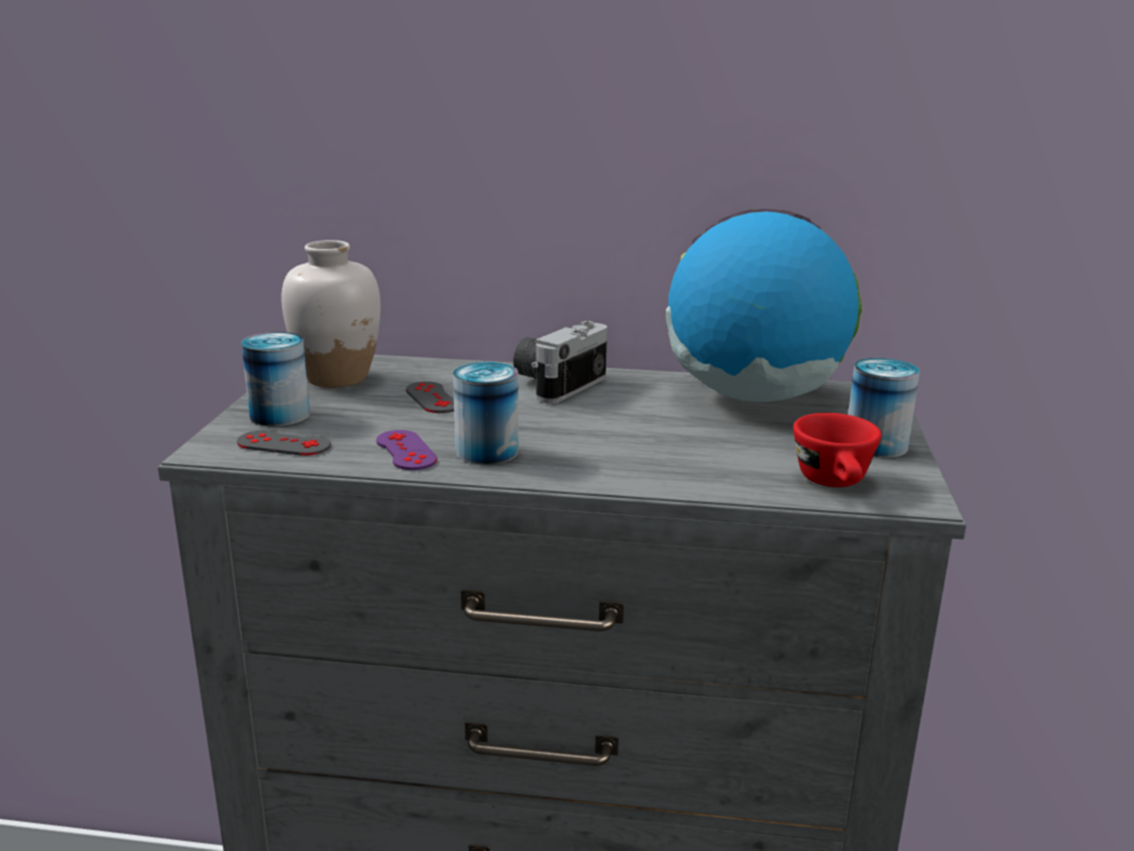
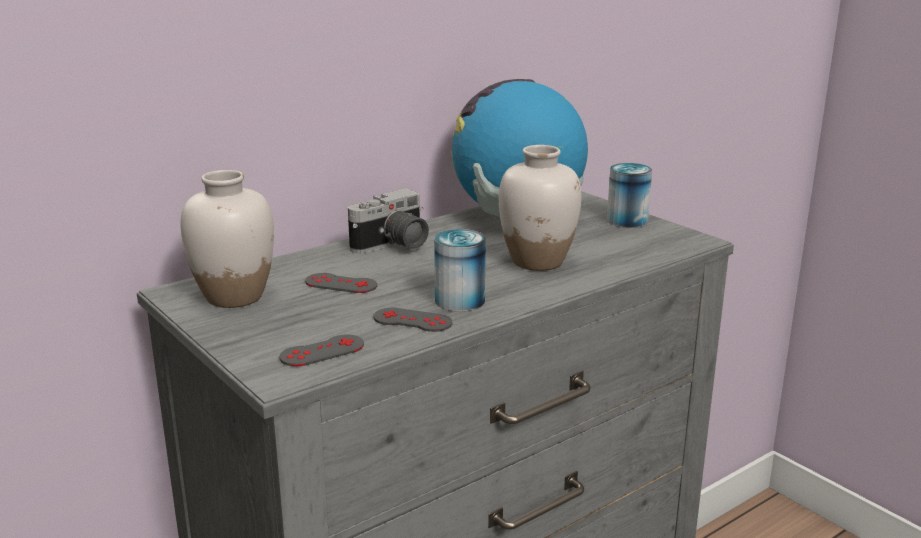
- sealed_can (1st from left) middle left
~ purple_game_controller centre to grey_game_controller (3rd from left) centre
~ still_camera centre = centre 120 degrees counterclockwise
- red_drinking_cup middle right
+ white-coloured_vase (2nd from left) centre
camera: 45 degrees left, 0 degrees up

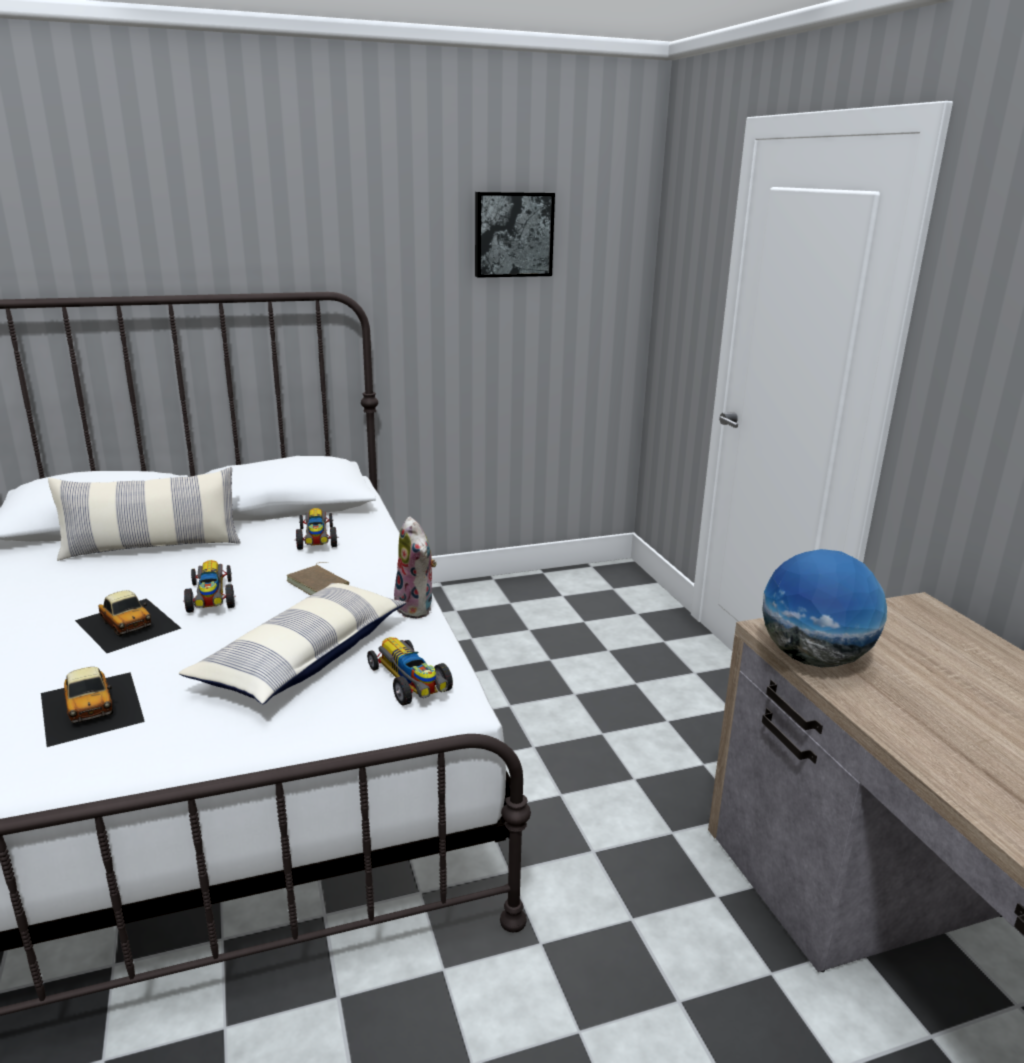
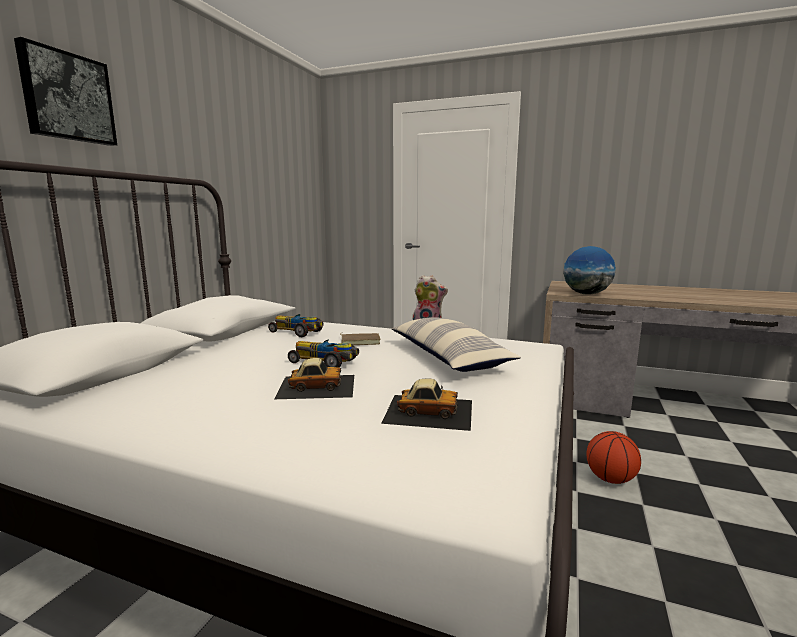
- cushion (1st from left) middle left
- toy_car (5th from left) centre
~ wall_art top centre to top left
+ ball_for_basketball bottom right
camera: 50 degrees left, 10 degrees down

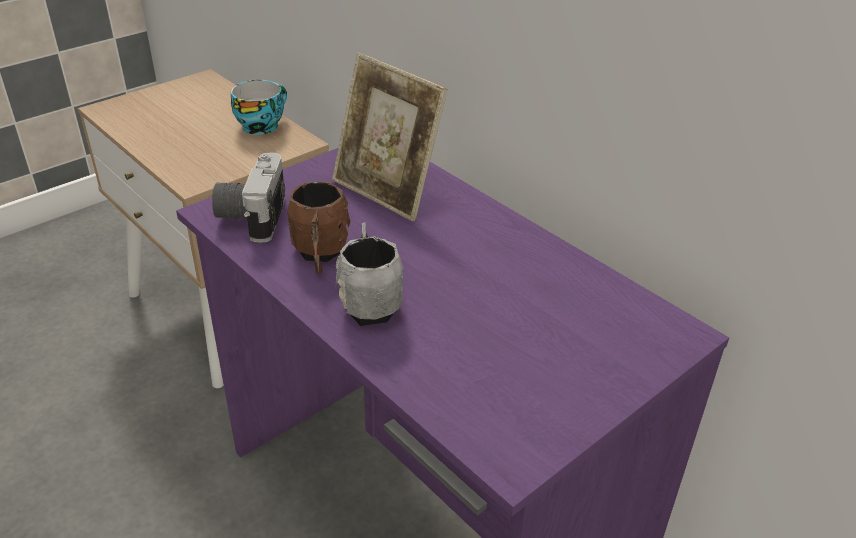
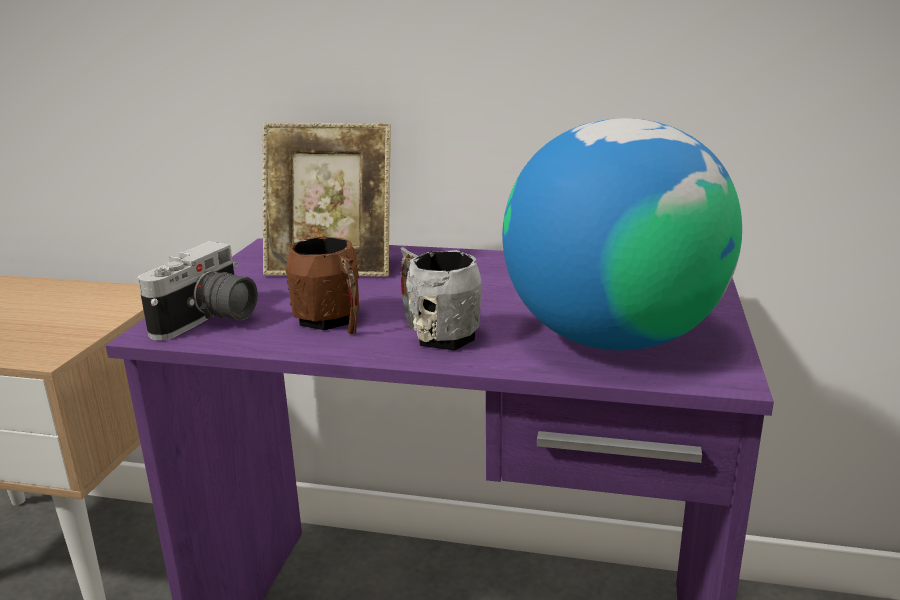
~ still_camera middle left = middle left 120 degrees counterclockwise
- drinking_cup top left
+ globe middle right
camera: 35 degrees left, 15 degrees down

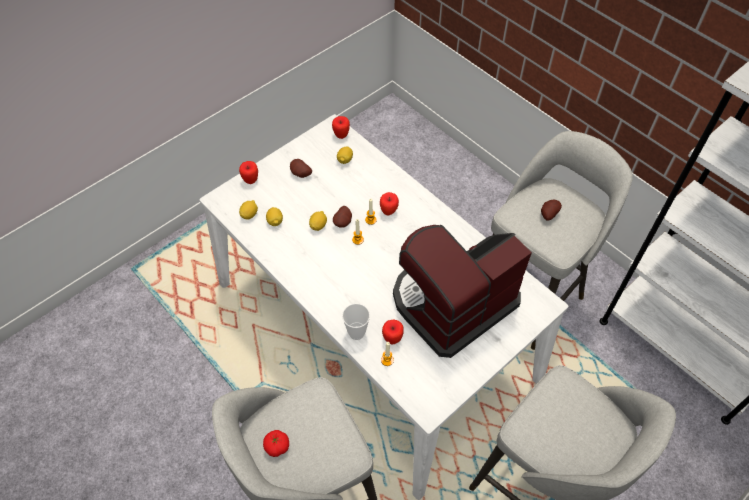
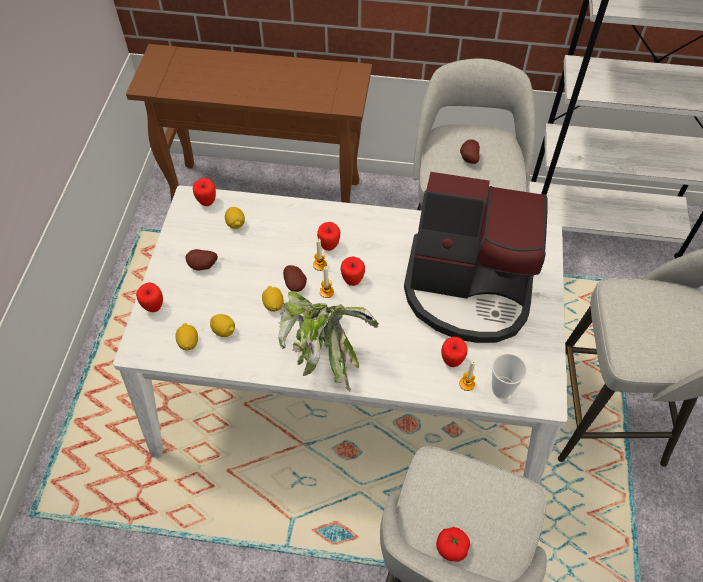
~ drinking_cup centre to middle right
~ coffee_brewer centre = middle right 90 degrees counterclockwise
+ brownish_console_table top centre
+ plant_in_a_pot centre
+ whole_apple (4th from left) centre
camera: 40 degrees left, 0 degrees up

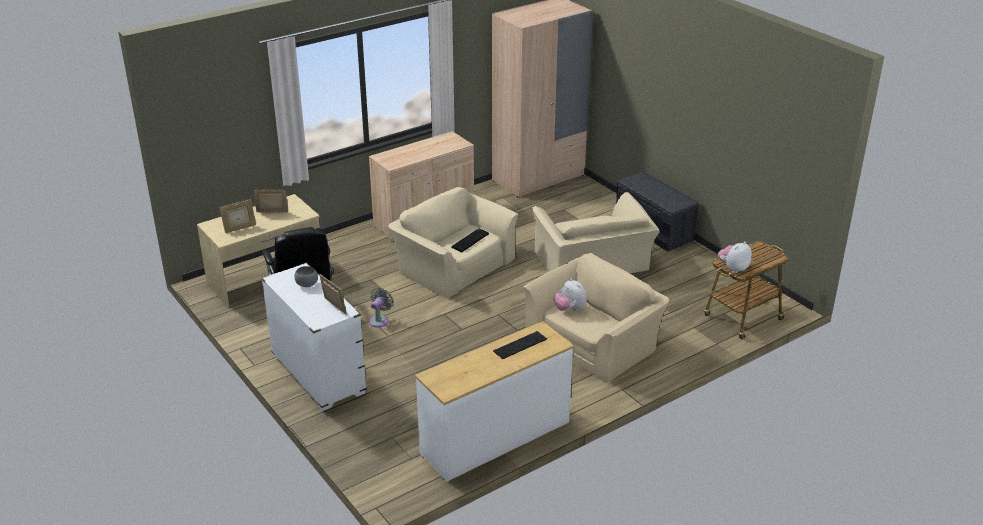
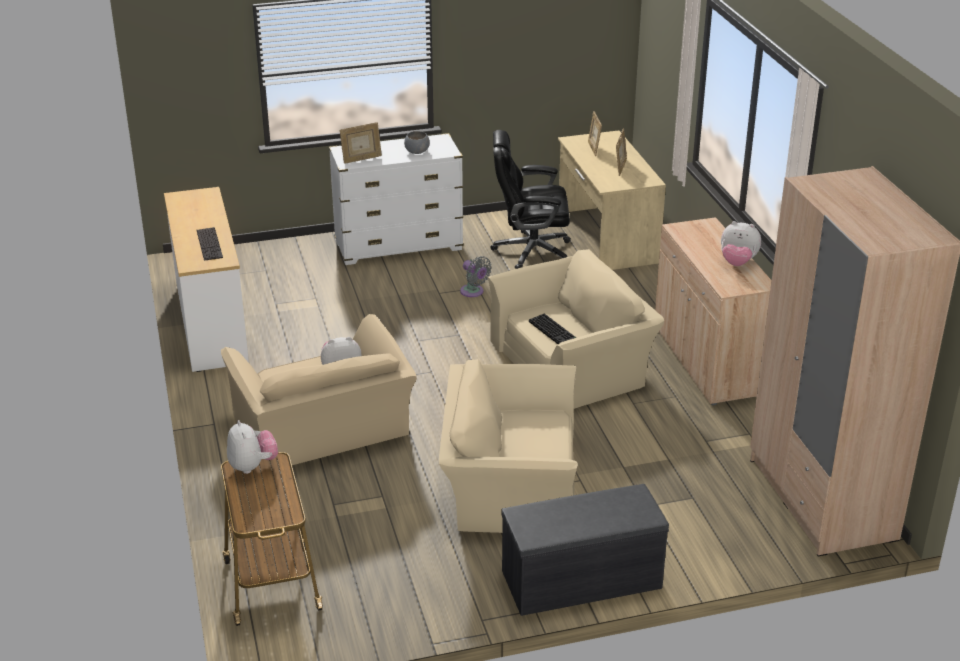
+ plush_toy (3rd from left) middle right
camera: 110 degrees right, 0 degrees up

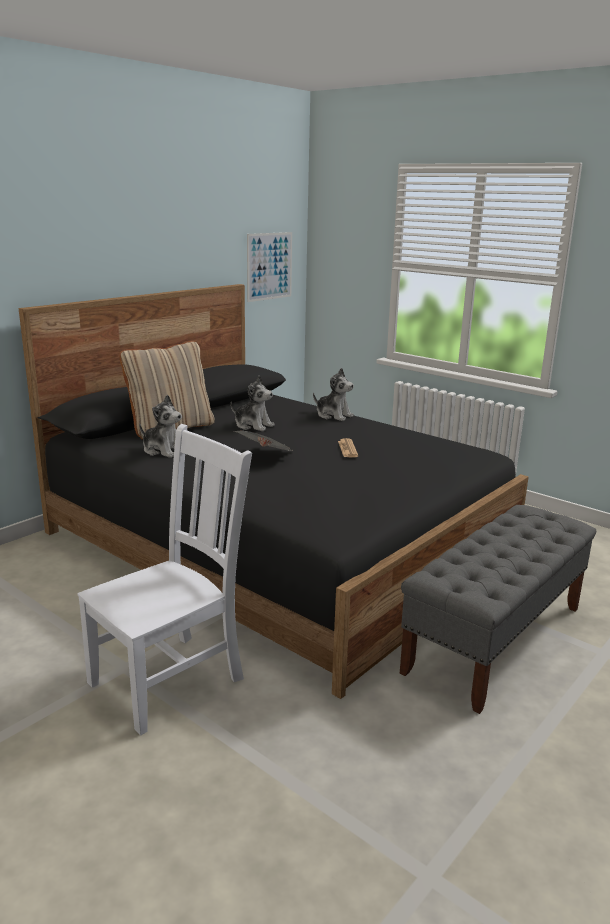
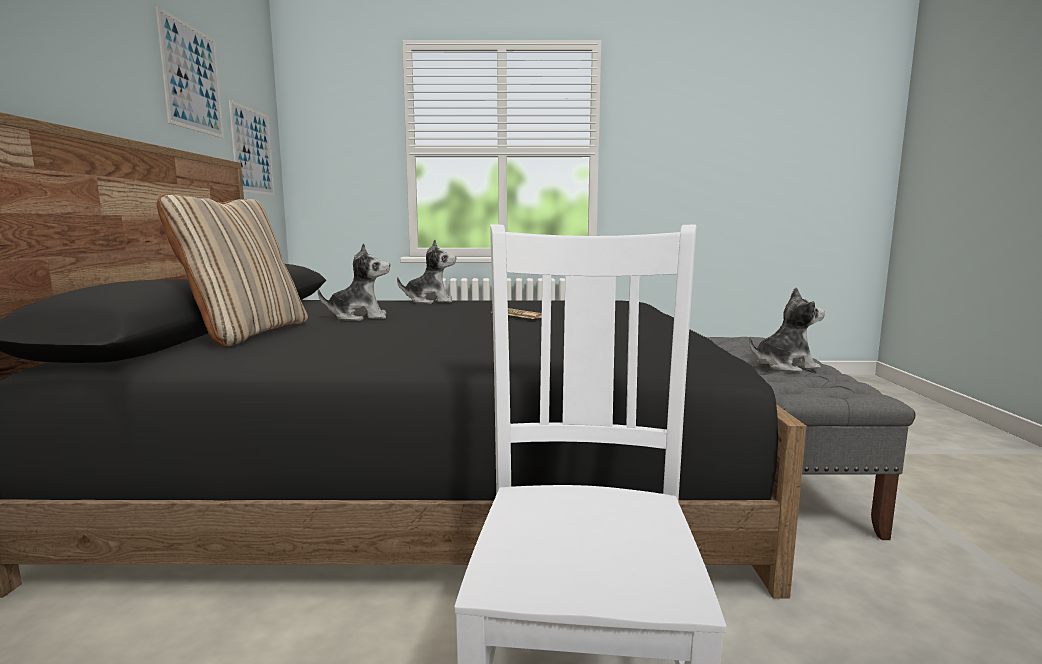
~ plush_toy (1st from left in the first image) middle left to plush_toy (3rd from left) middle right
- daily_paper (1st from left) centre
+ wall_art (1st from left) top left
camera: 40 degrees left, 10 degrees down

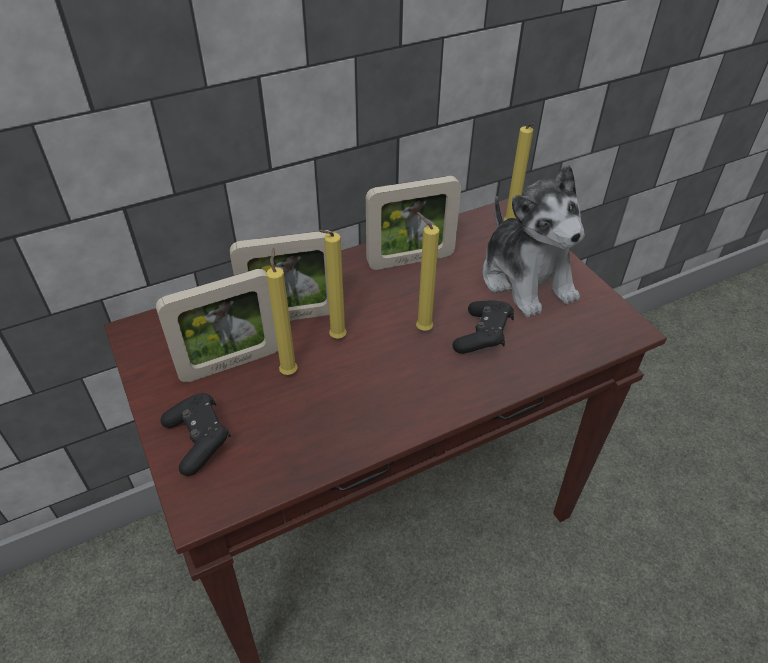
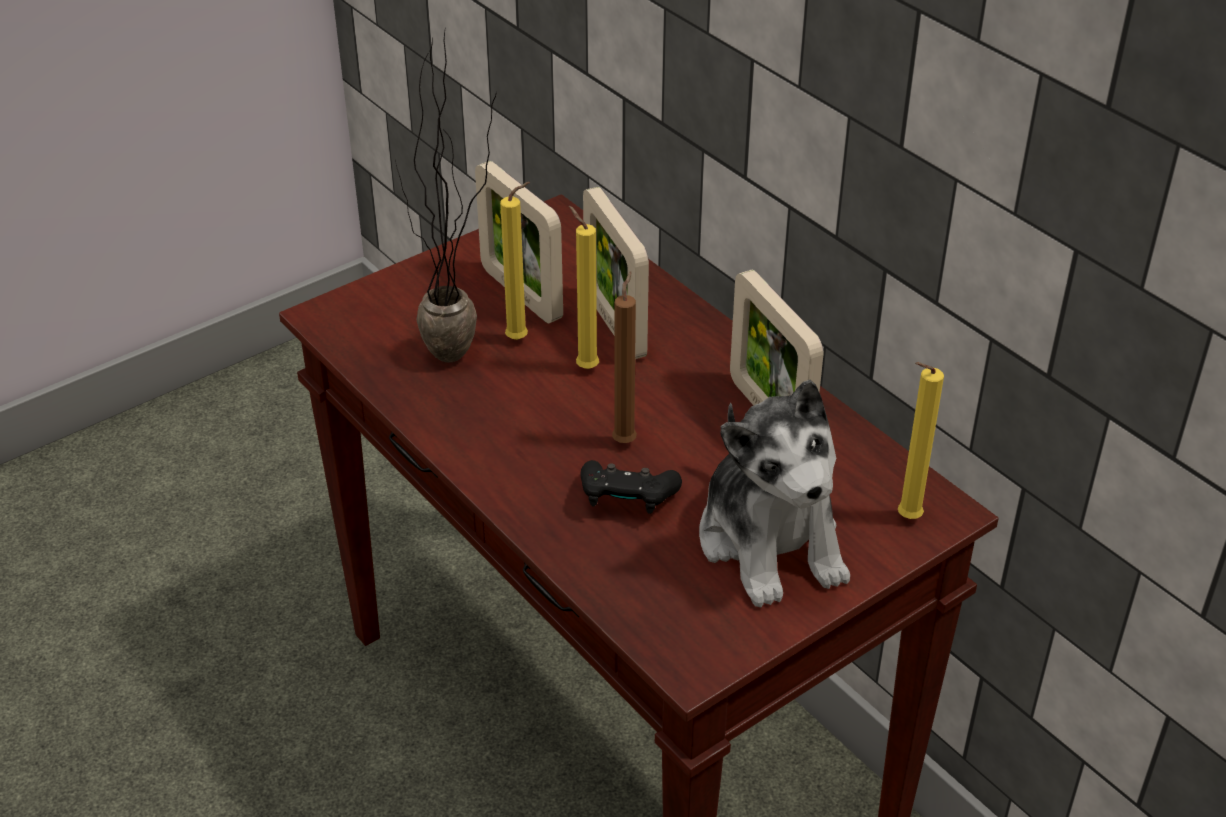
- black_game_controller (1st from left) middle left
~ yellow-coloured_wax_candle (3rd from left) centre to brownish_wax_candle centre
~ plush_toy middle right = centre 75 degrees counterclockwise
+ plant_in_a_pot top centre
camera: 80 degrees right, 5 degrees down

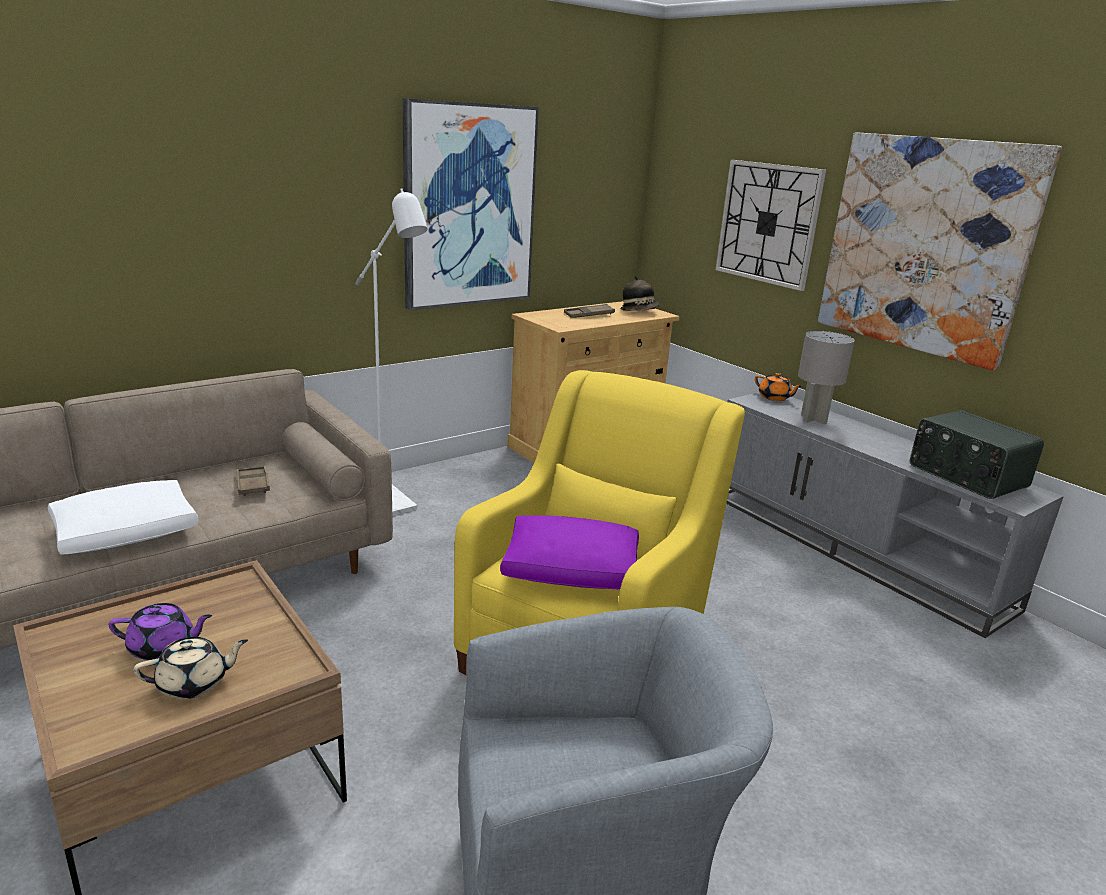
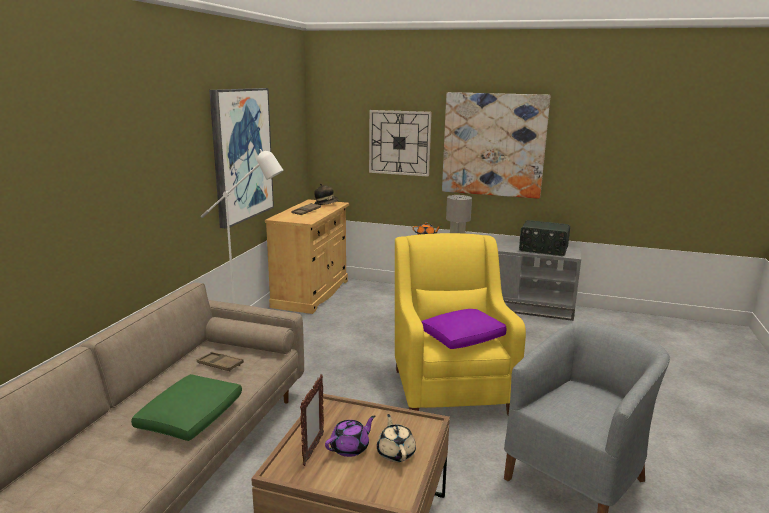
~ white-coloured_cushion middle left to greenish_cushion bottom left
~ sand-coloured_pot_for_tea bottom left = bottom centre 45 degrees counterclockwise
+ picture_frame bottom centre
camera: 35 degrees left, 5 degrees down

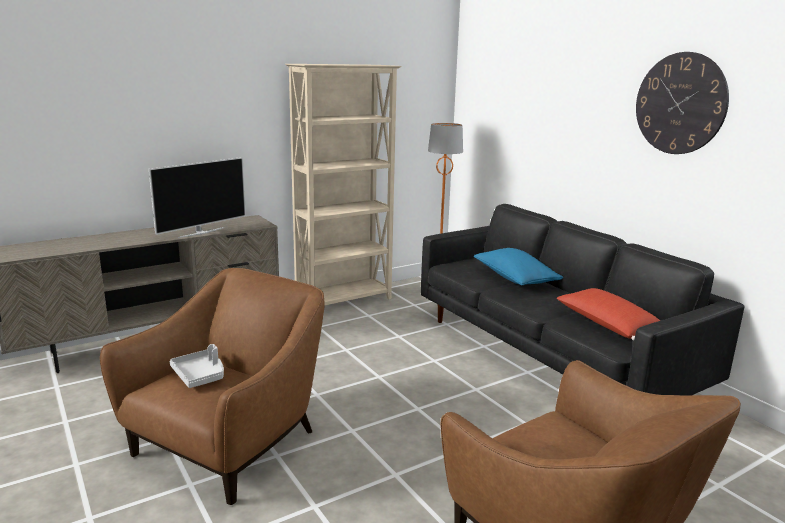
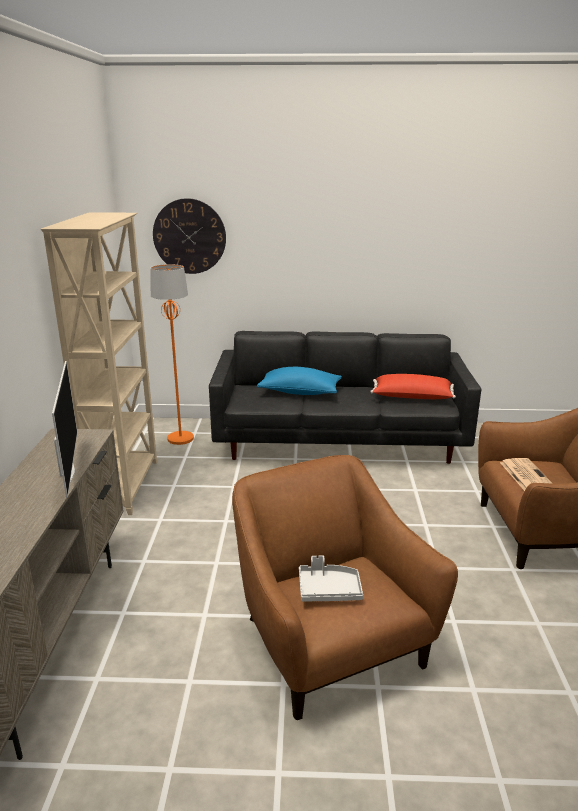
~ hanging_clock top right to top left
+ daily_paper middle right
camera: 55 degrees left, 5 degrees up

